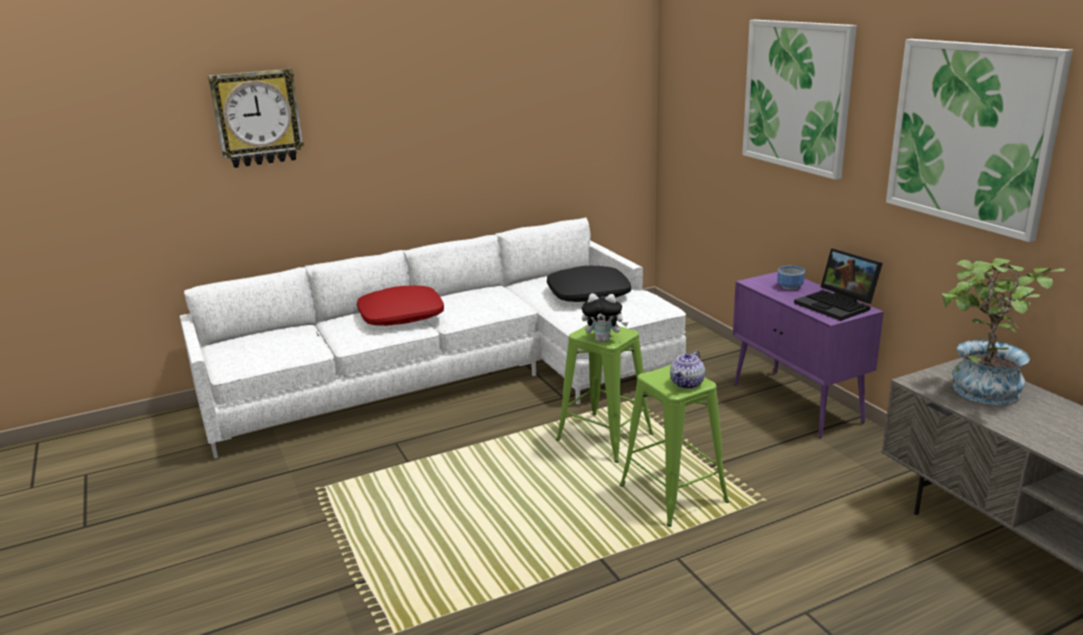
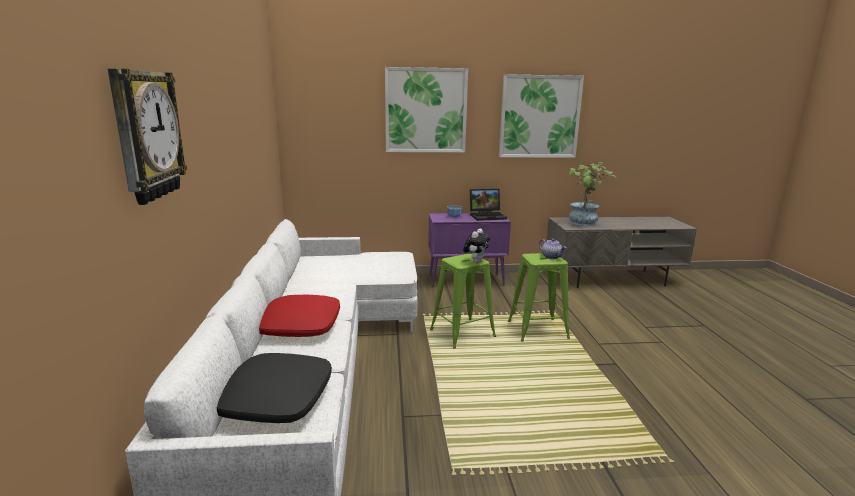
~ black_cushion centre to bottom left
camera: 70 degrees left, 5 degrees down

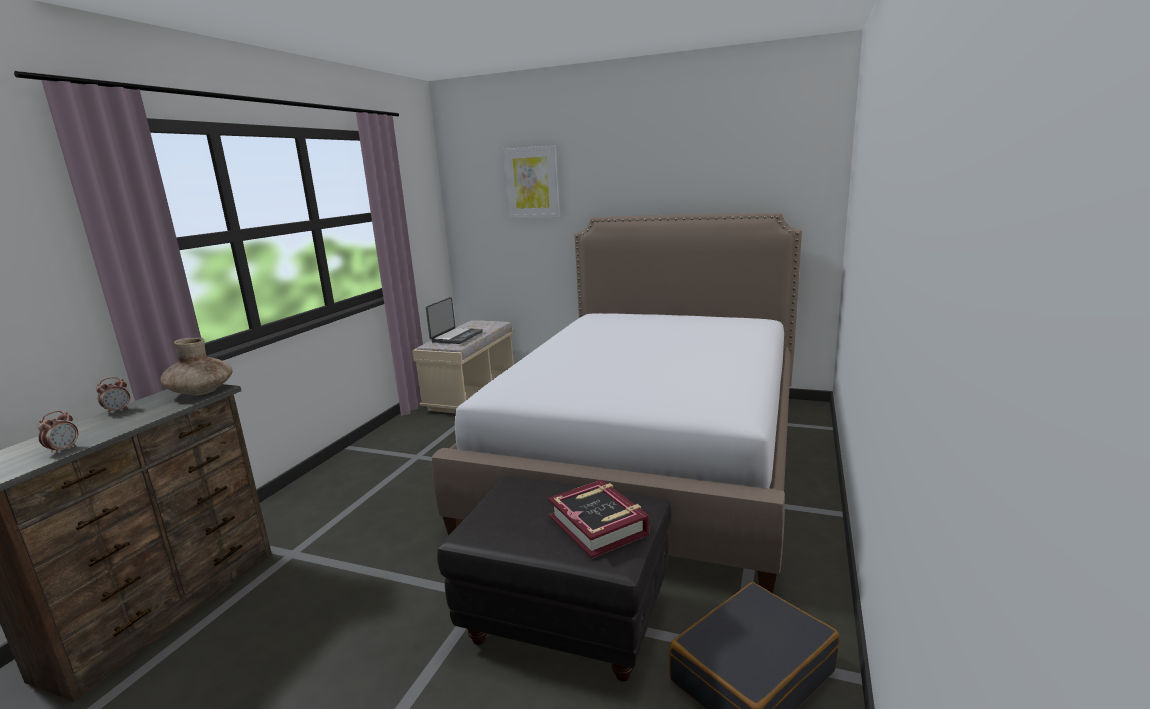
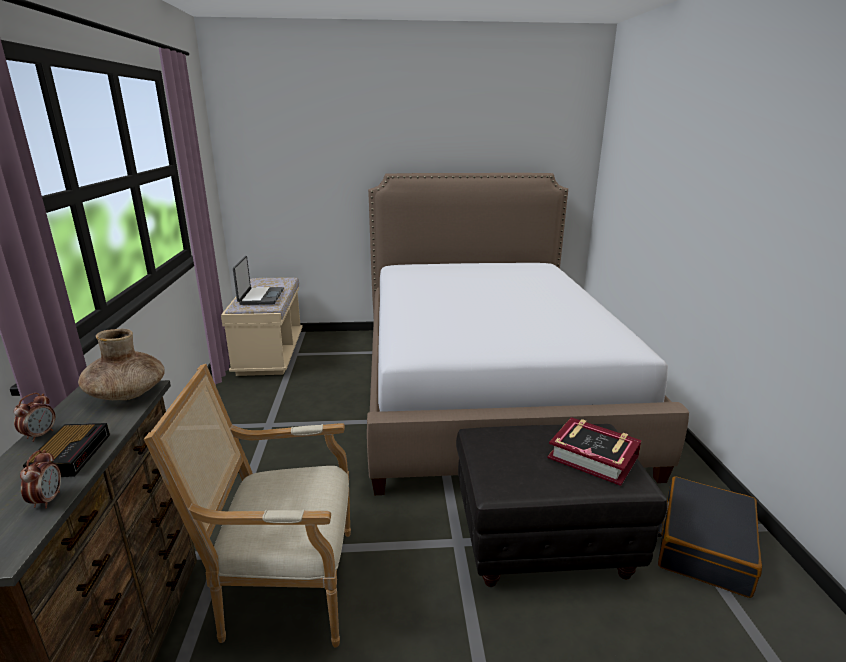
- wall_art top centre
+ table_clock (3rd from left) bottom left
+ lounge_chair bottom left
camera: 25 degrees left, 5 degrees up

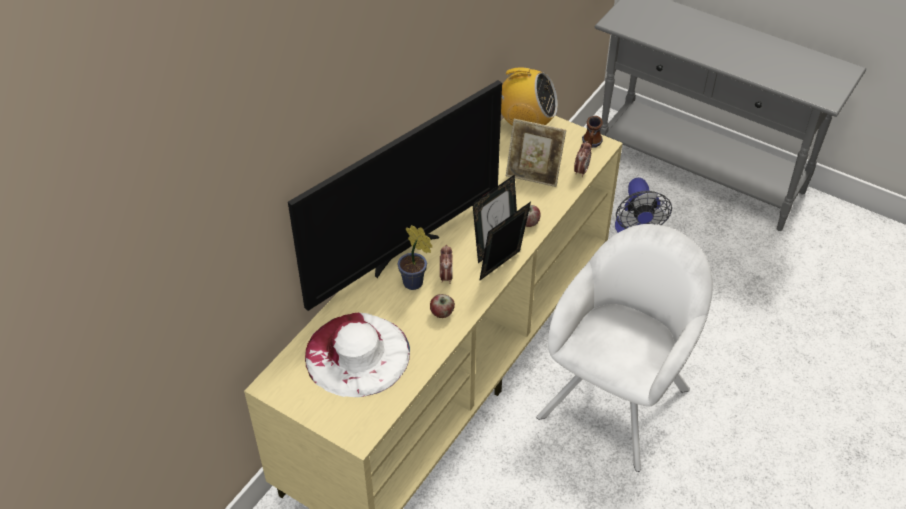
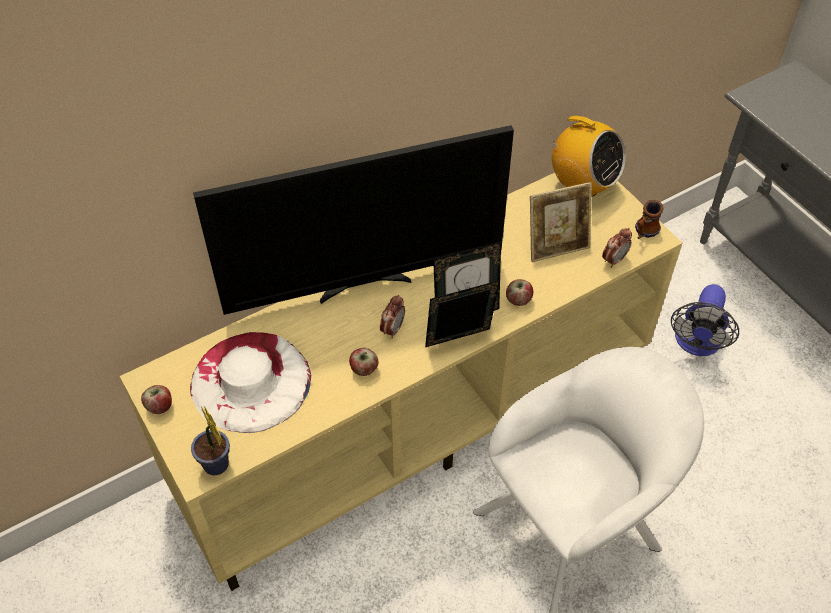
~ plant_in_a_pot centre to bottom left
~ picture_frame (3rd from left) top centre = middle right 60 degrees counterclockwise
+ whole_apple (1st from left) middle left
camera: 25 degrees right, 5 degrees up

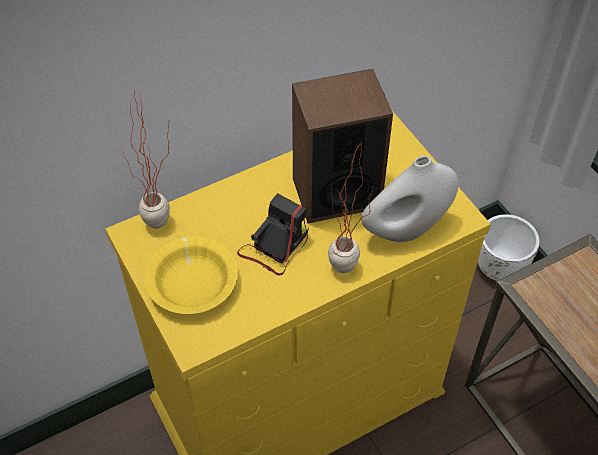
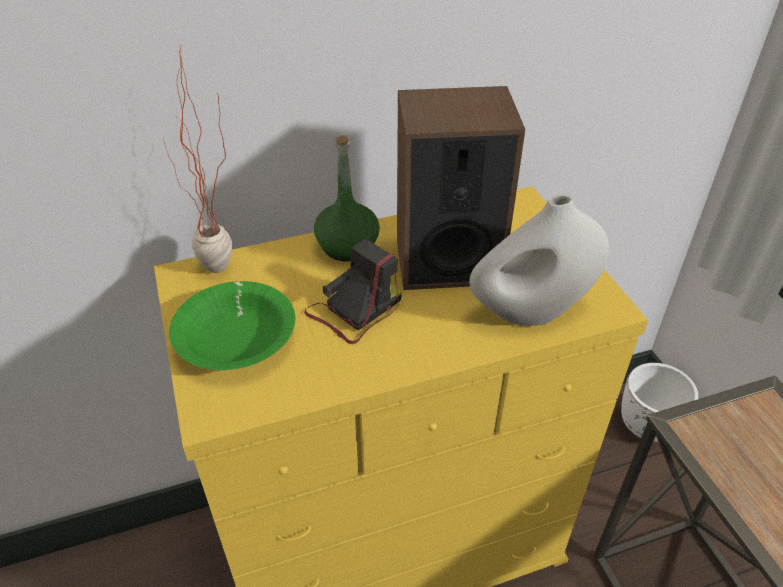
~ yellow-coloured_serving_bowl middle left to greenish_serving_bowl middle left
- plant_in_a_pot (2nd from left) centre
+ greenish_drink_bottle centre
camera: 10 degrees right, 10 degrees down

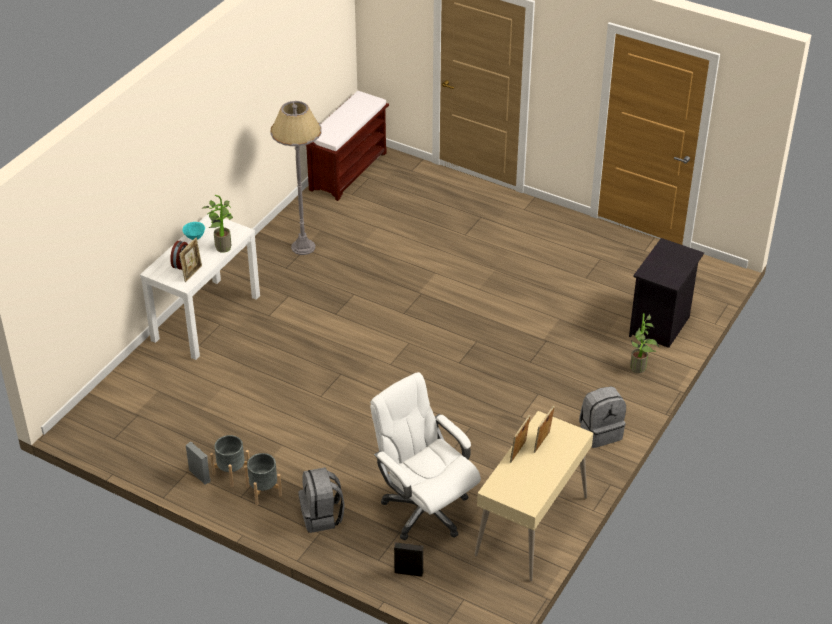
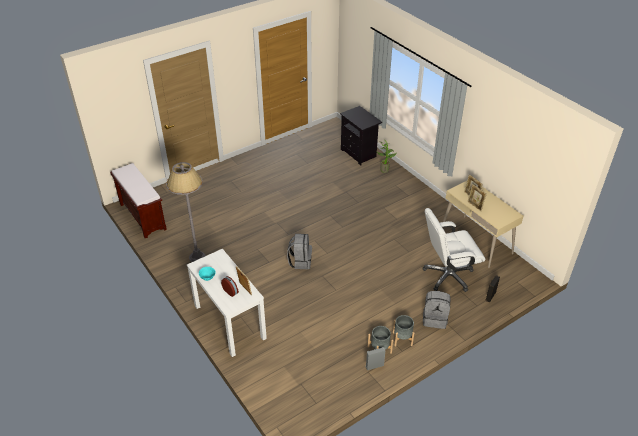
- plant_in_a_pot (1st from left) middle left
~ grey_knapsack (2nd from left in the first image) bottom right to grey_knapsack (1st from left) centre
camera: 65 degrees left, 0 degrees up

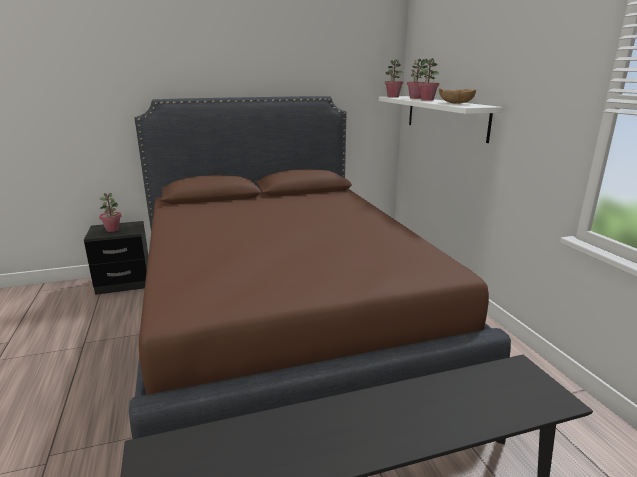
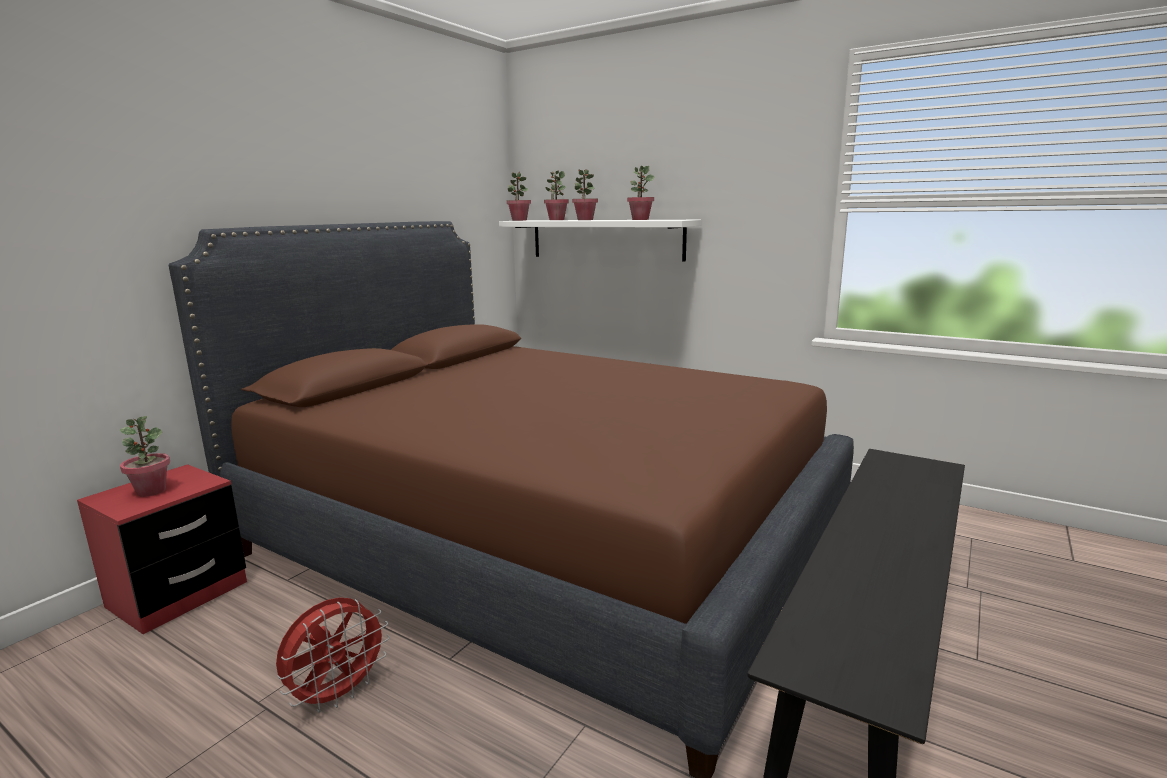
~ black_night_table middle left to red_night_table bottom left
~ brownish_serving_bowl top right to plant_in_a_pot (5th from left) top centre
+ red_electric_fan bottom left
camera: 40 degrees left, 5 degrees down

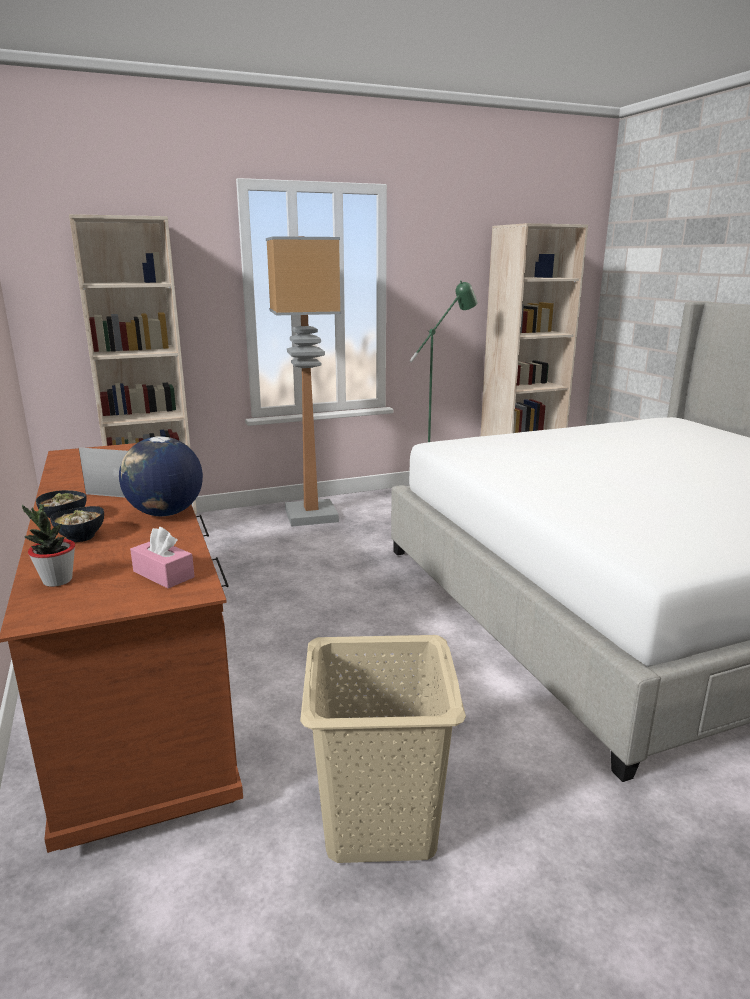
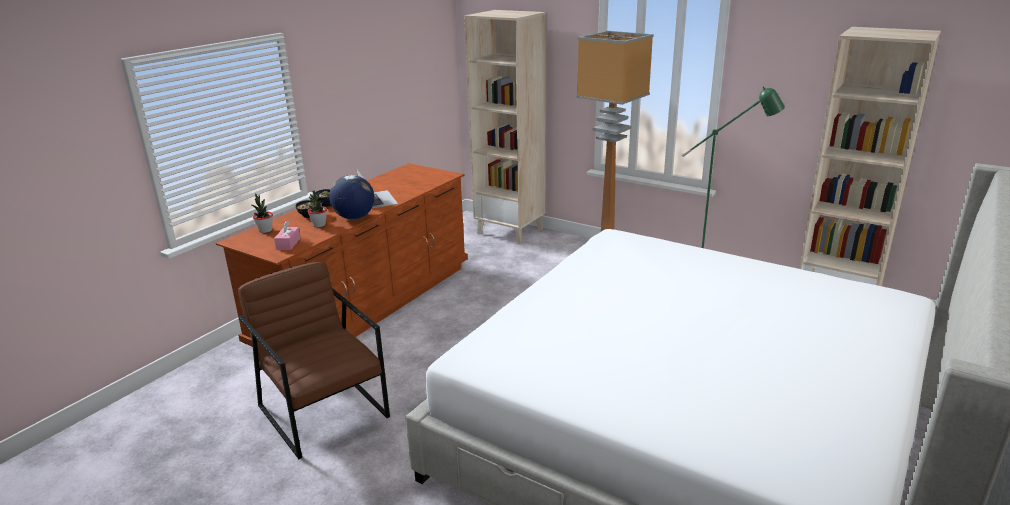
~ sand-coloured_hamper bottom centre to brownish_lounge_chair bottom left
+ plant_in_a_pot (2nd from left) middle left
camera: 55 degrees right, 5 degrees up

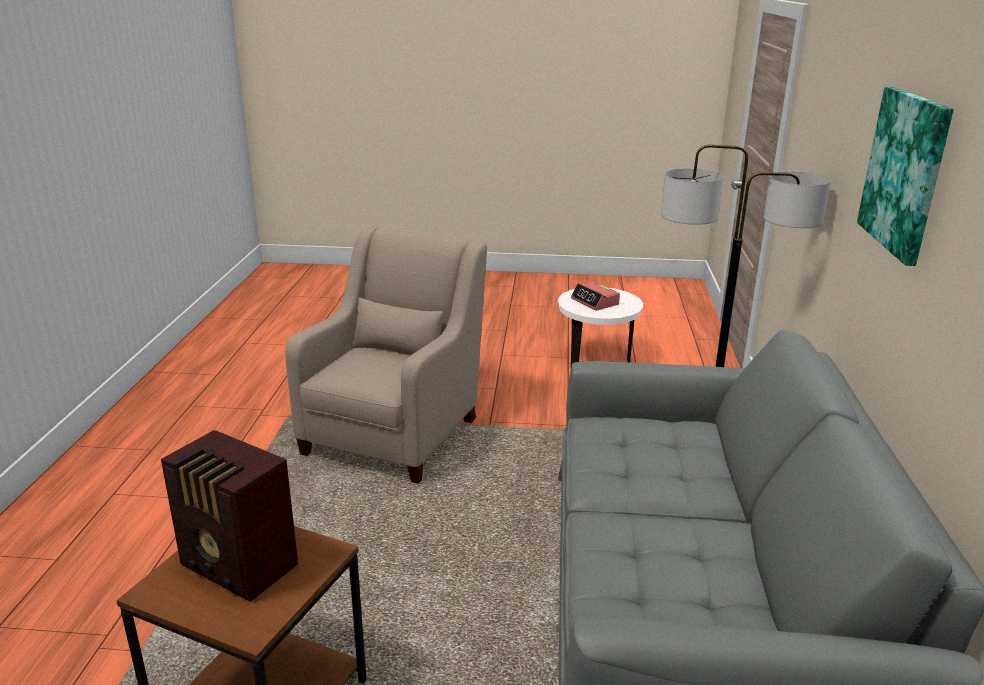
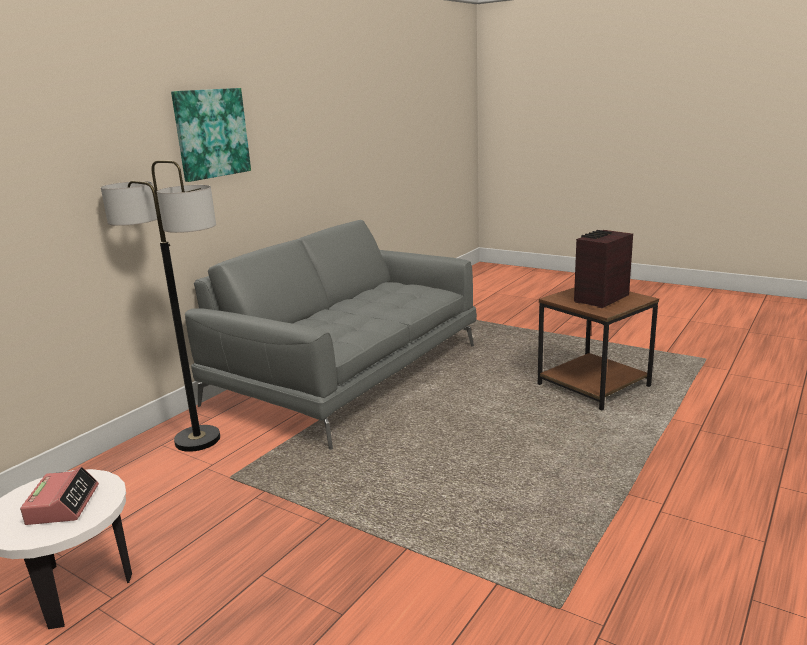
~ radio bottom left = middle right 105 degrees counterclockwise
- sand-coloured_lounge_chair centre
camera: 150 degrees left, 5 degrees down

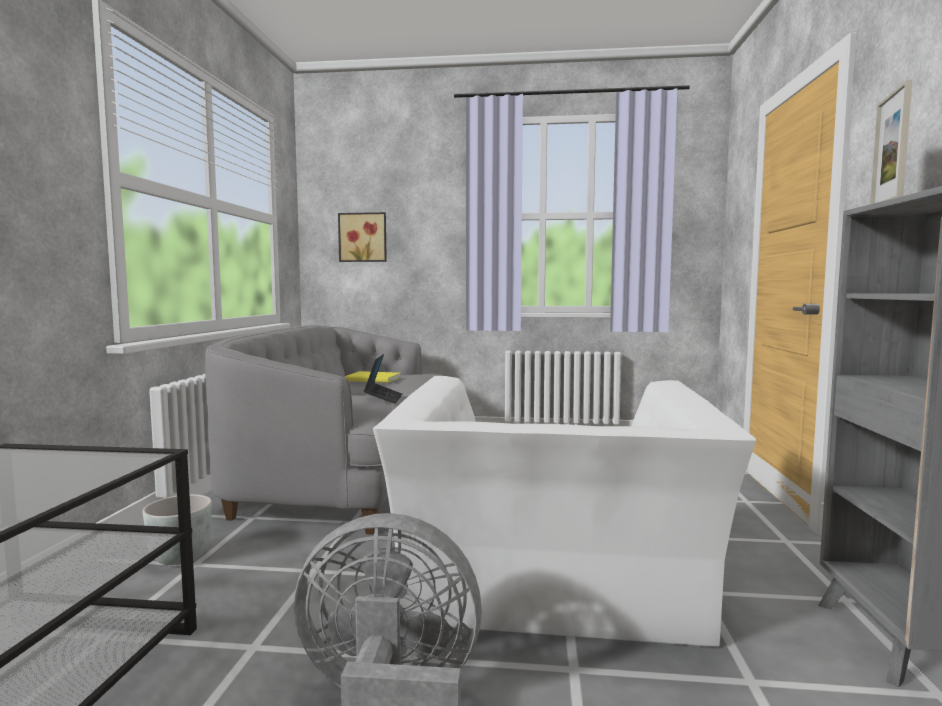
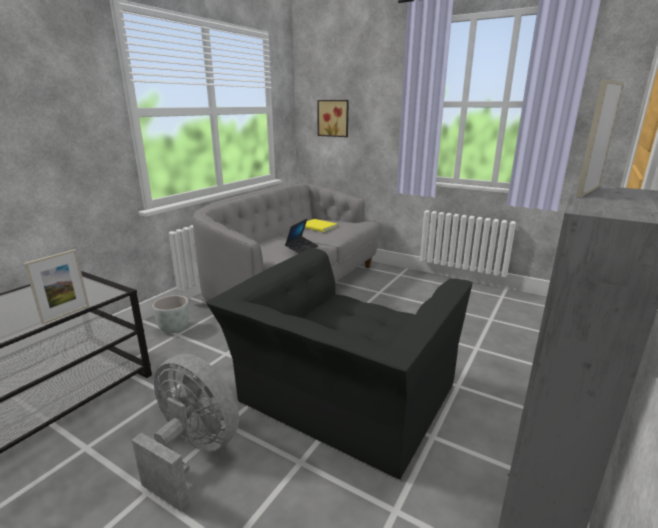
~ white-coloured_lounge_chair bottom centre to black_lounge_chair bottom centre
+ picture_frame (1st from left) middle left
camera: 25 degrees right, 15 degrees up

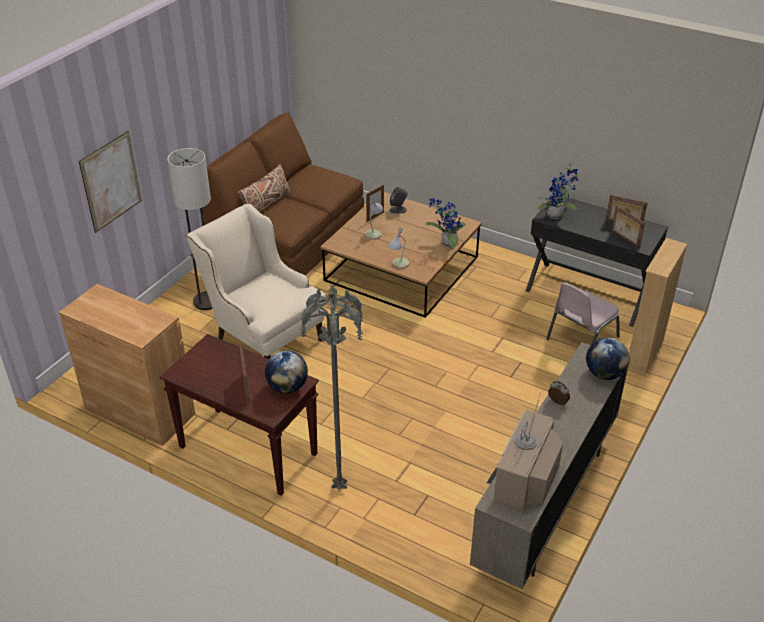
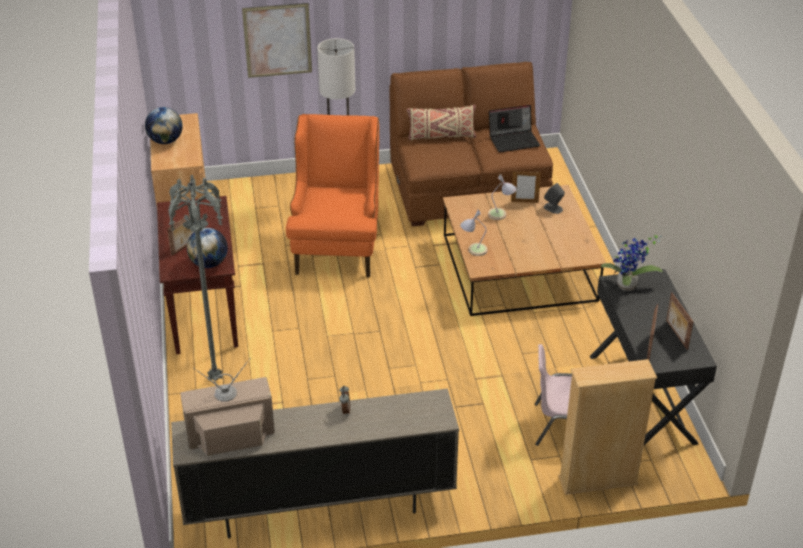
~ sand-coloured_lounge_chair centre to orangey_lounge_chair centre
- plant_in_a_pot (1st from left) centre
~ globe (2nd from left in the first image) middle right to globe (1st from left) top left
+ portable_computer top centre
camera: 50 degrees right, 0 degrees up

